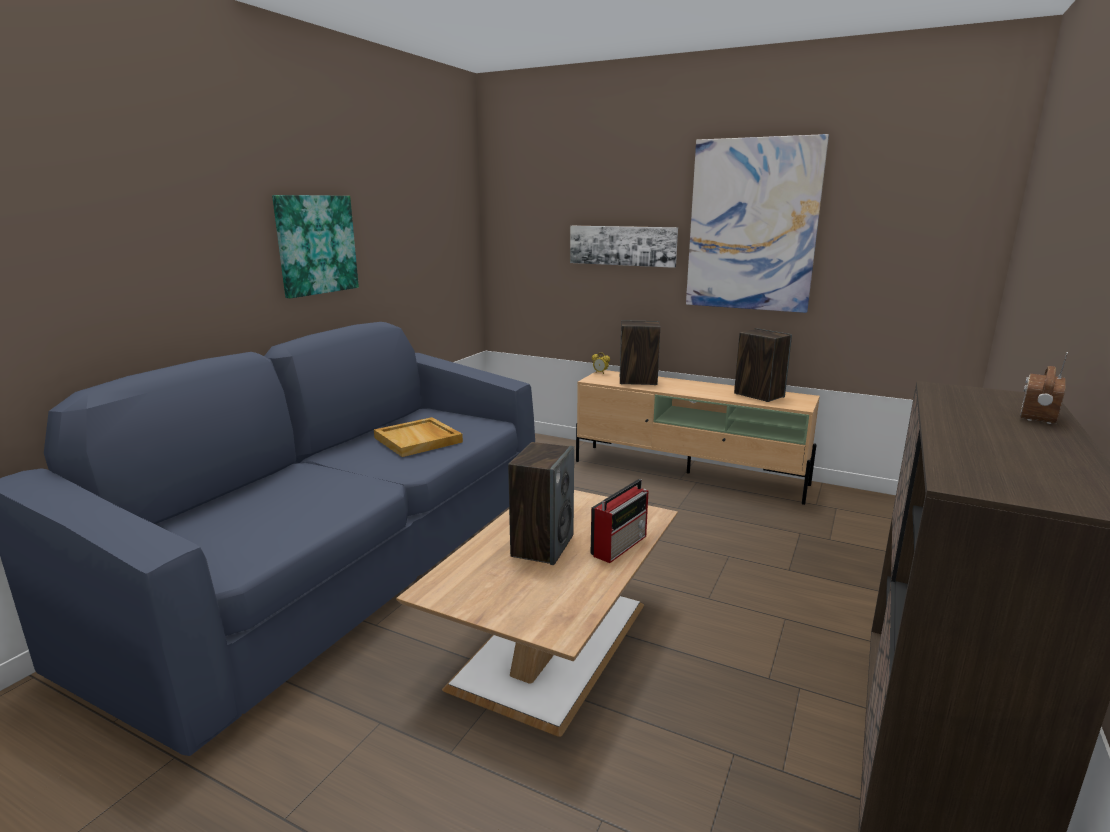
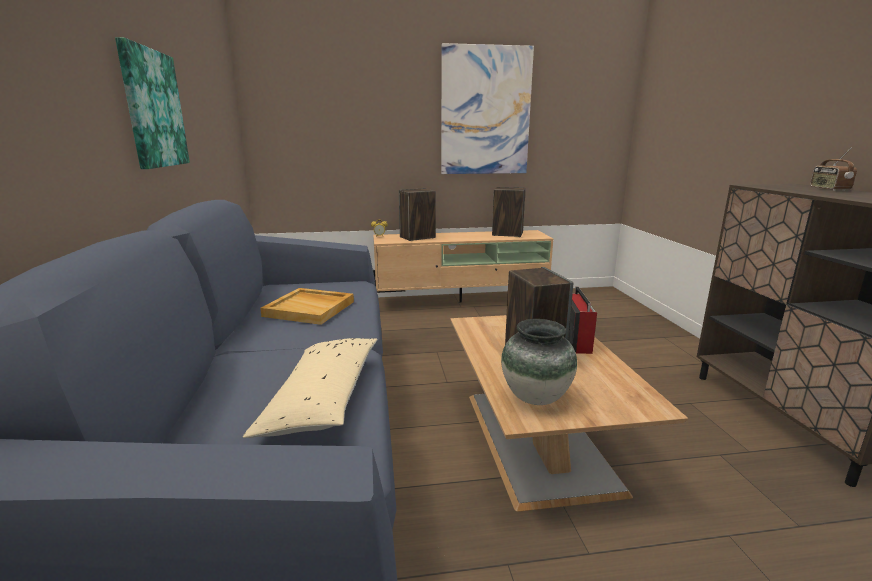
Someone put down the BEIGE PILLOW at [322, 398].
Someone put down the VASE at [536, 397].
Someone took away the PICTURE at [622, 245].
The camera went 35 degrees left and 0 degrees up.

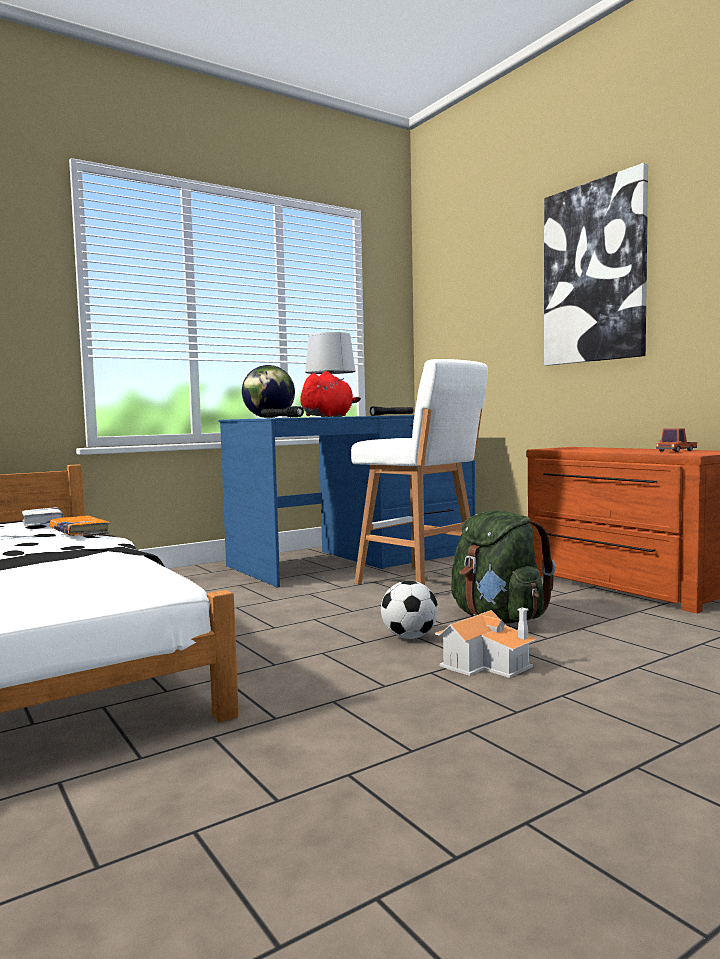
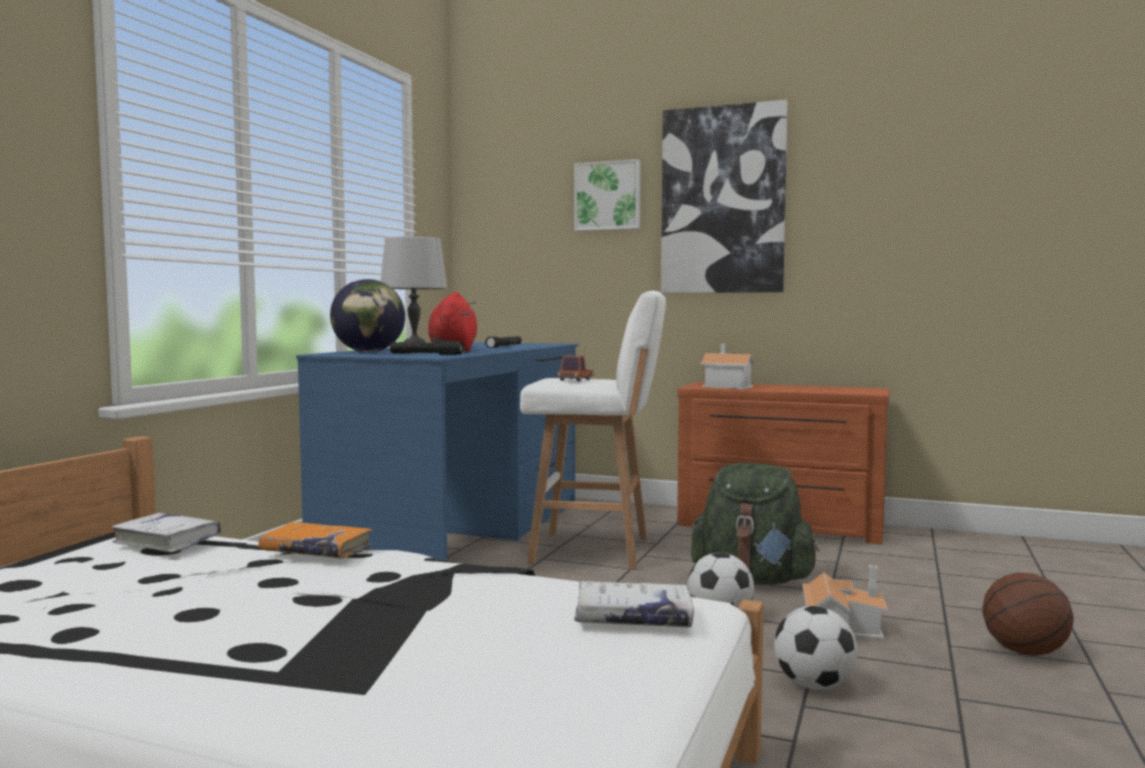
Someone carried the TOY TRUCK from [676, 451] to [575, 380].
Someone put up the PICTURE at [608, 196].
Someone put down the WHITE BOOK at [633, 618].
Someone put down the TOY HOUSE at [726, 386].
Someone put down the FOOTBALL at [814, 685].
Someone put down the BASKETBALL at [1024, 652].
The camera went 35 degrees left and 0 degrees up.

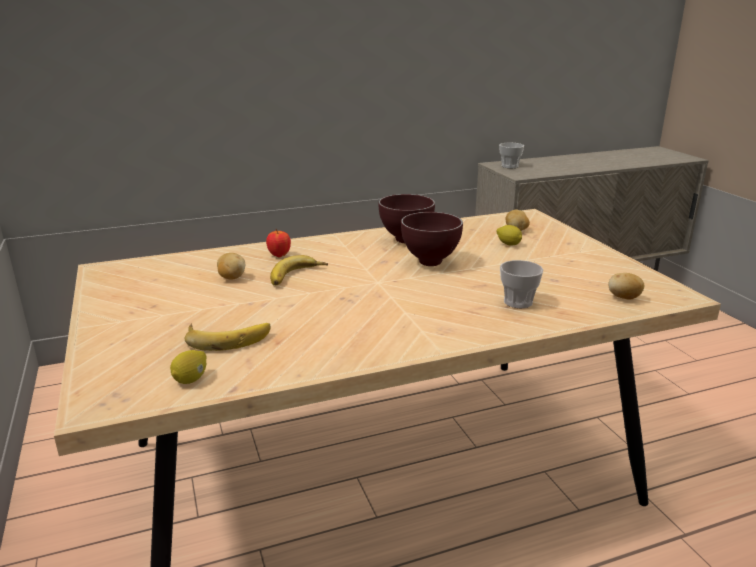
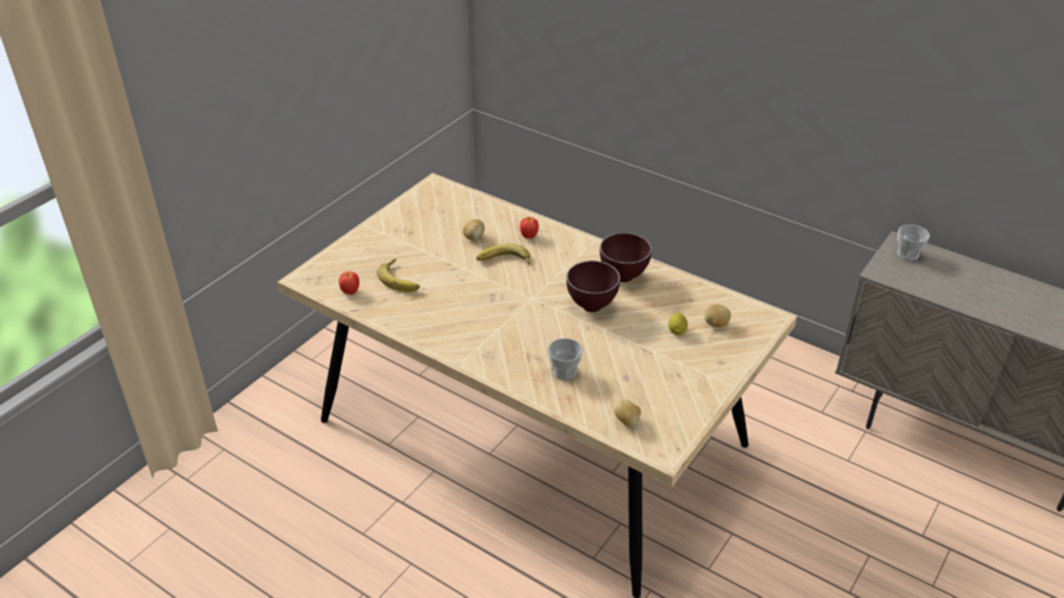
Someone swapped the LEMON at [191, 379] for the APPLE at [350, 292].
The camera went 55 degrees right and 15 degrees up.

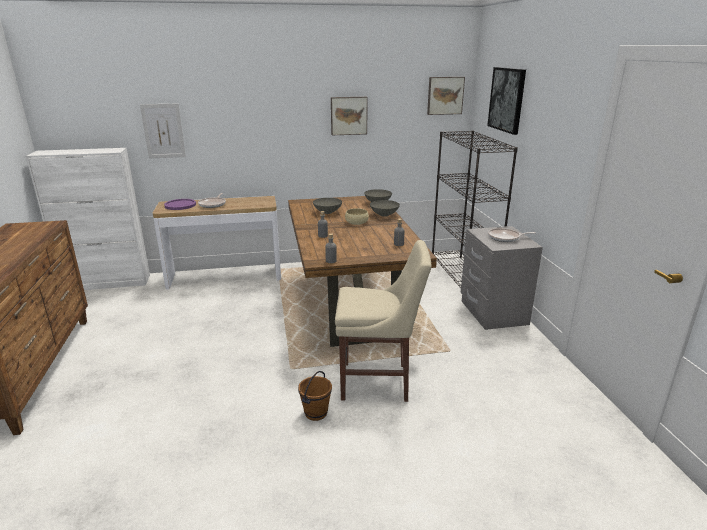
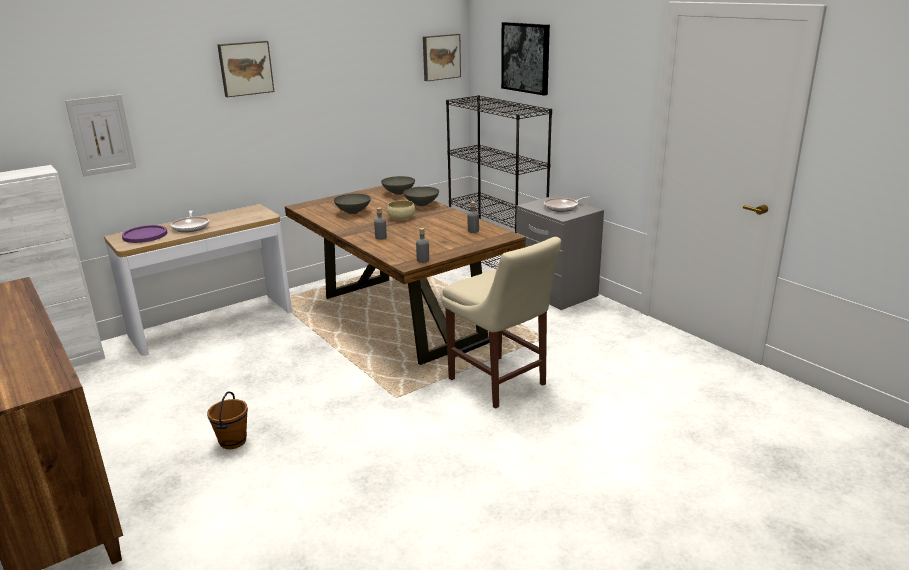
Someone carried the BROWN BUCKET from [316, 413] to [233, 441].
Someone carried the PICTURE from [348, 115] to [245, 68].
Someone rotated the BEIGE CHAIR at [379, 382] by 75 degrees clockwise.
The camera went 25 degrees left and 0 degrees up.

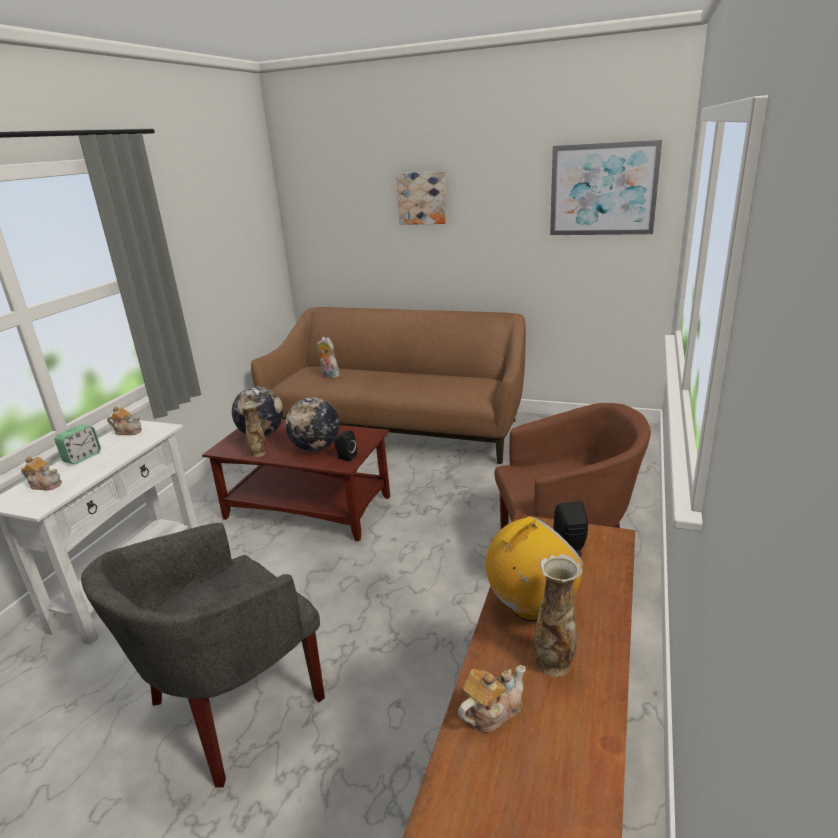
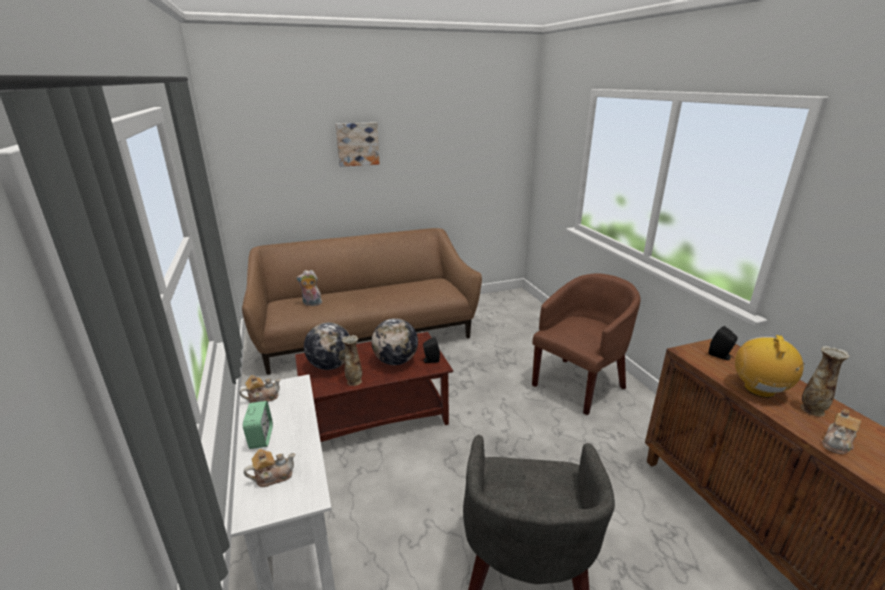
Someone rotated the TEAPOT at [492, 711] by 150 degrees counterclockwise.
Someone took away the PICTURE at [603, 189].
The camera went 40 degrees left and 0 degrees up.

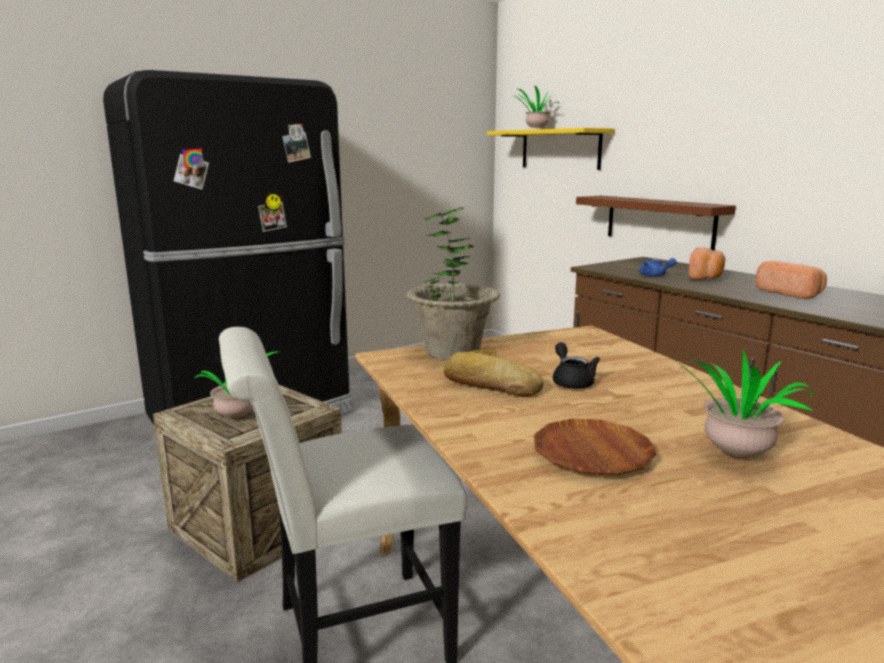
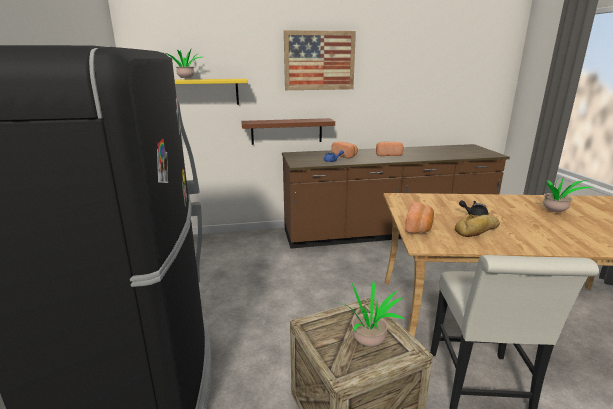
Someone put up the PICTURE at [319, 60].
Someone swapped the POTTED PLANT at [452, 352] for the BREAD at [419, 228].
Someone took away the BROWN PLATE at [592, 454].
The camera went 65 degrees left and 5 degrees up.

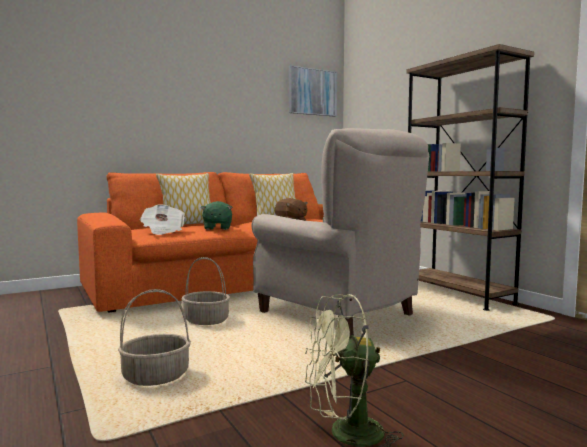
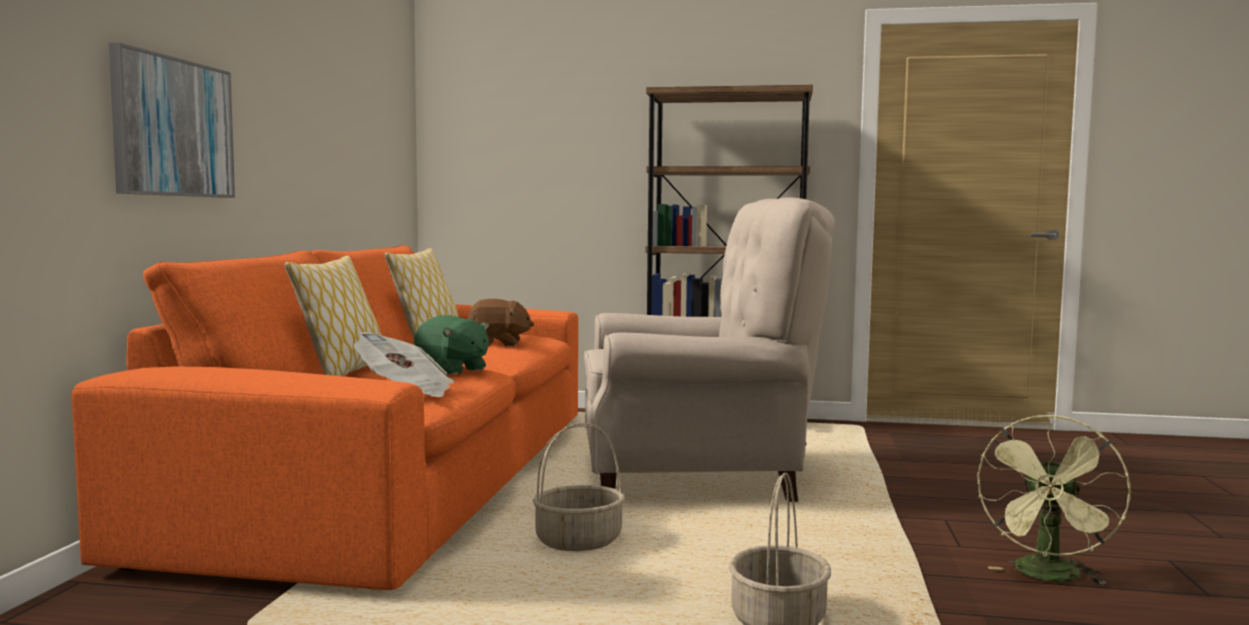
Someone carried the PICTURE from [312, 92] to [173, 127].
The camera went 50 degrees left and 0 degrees up.

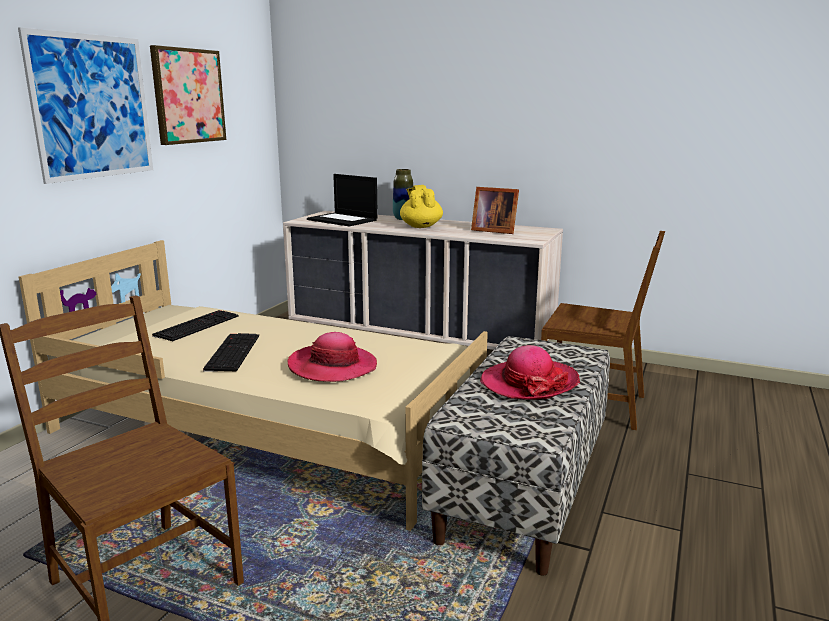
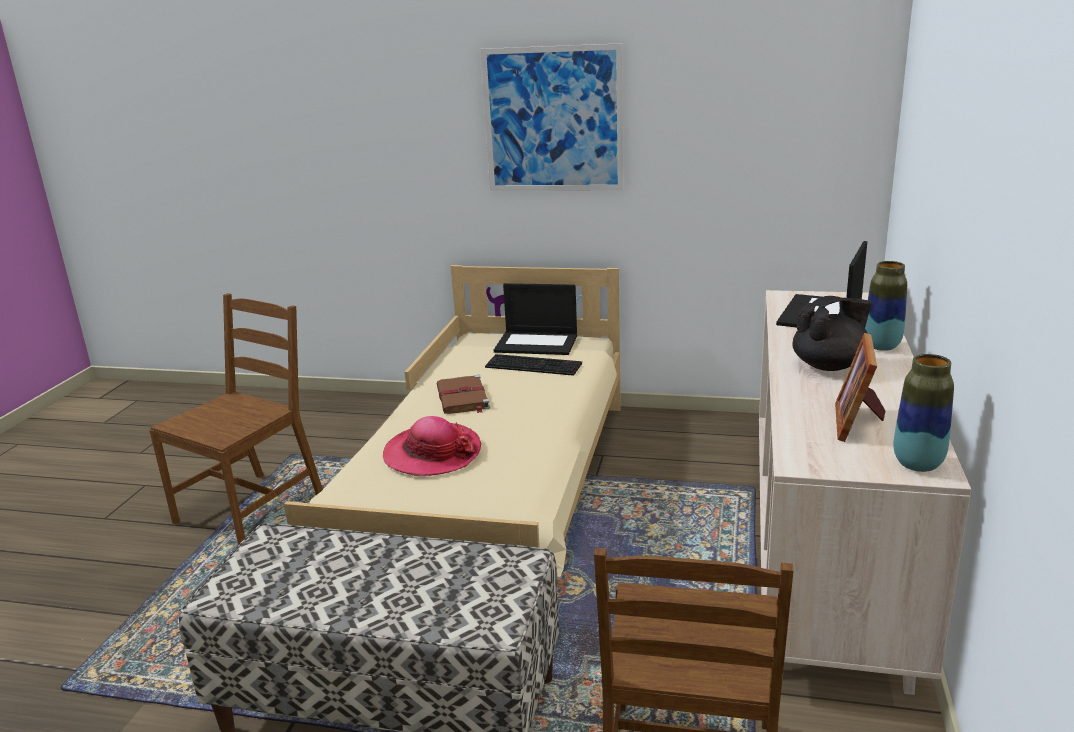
Someone swapped the KEYBOARD at [231, 352] for the BROWN BOOK at [463, 398].
Someone put down the LAPTOP at [537, 343].
Someone repainted the YELLOW TEAPOT at [421, 226], which became the BLACK TEAPOT at [830, 366].
Someone put down the VASE at [917, 464].
Someone took away the PICTURE at [188, 96].
Someone took away the HAT at [529, 383].
The camera went 80 degrees right and 5 degrees up.

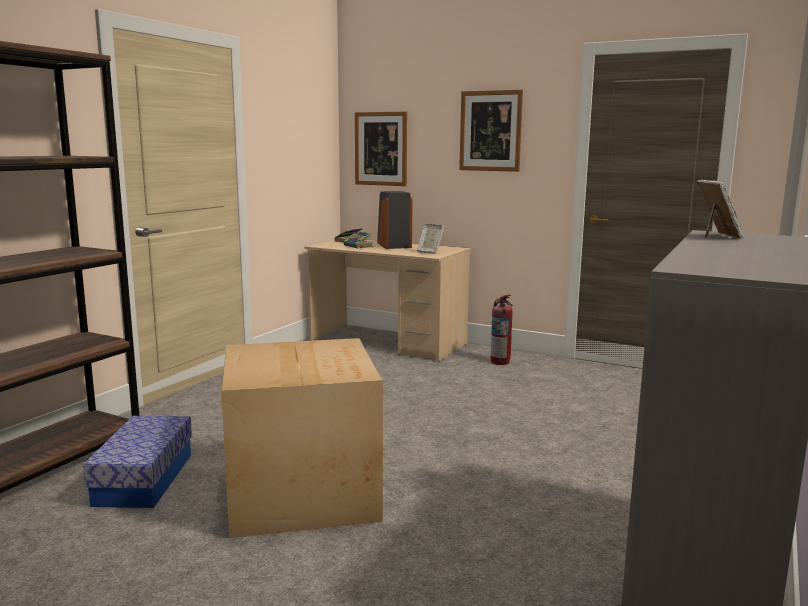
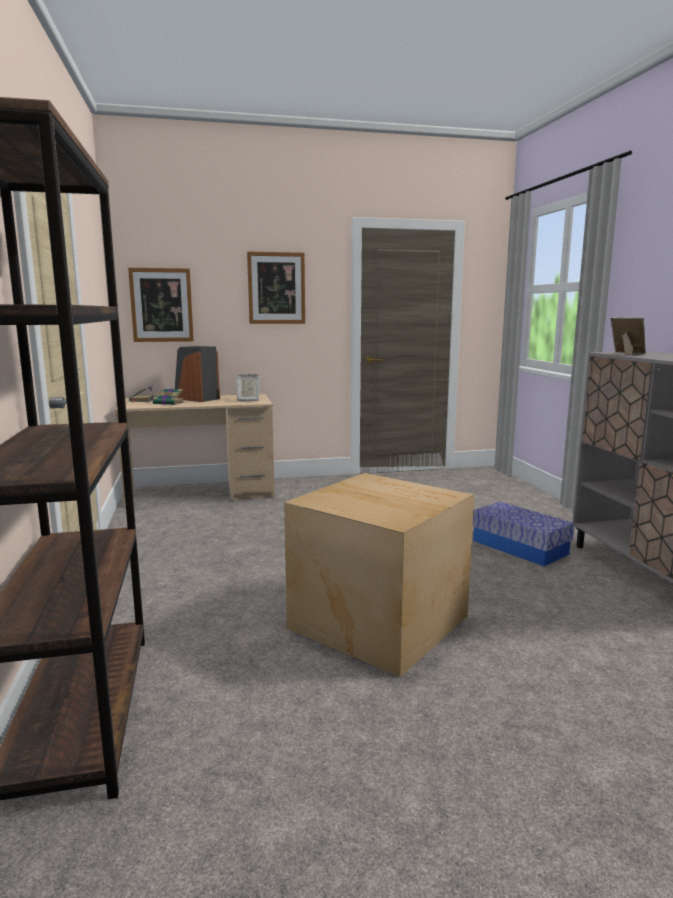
Someone carried the STORAGE BOX from [144, 479] to [520, 547].
Someone took away the FIRE EXTINGUISHER at [500, 362].
The camera went 40 degrees left and 0 degrees up.

